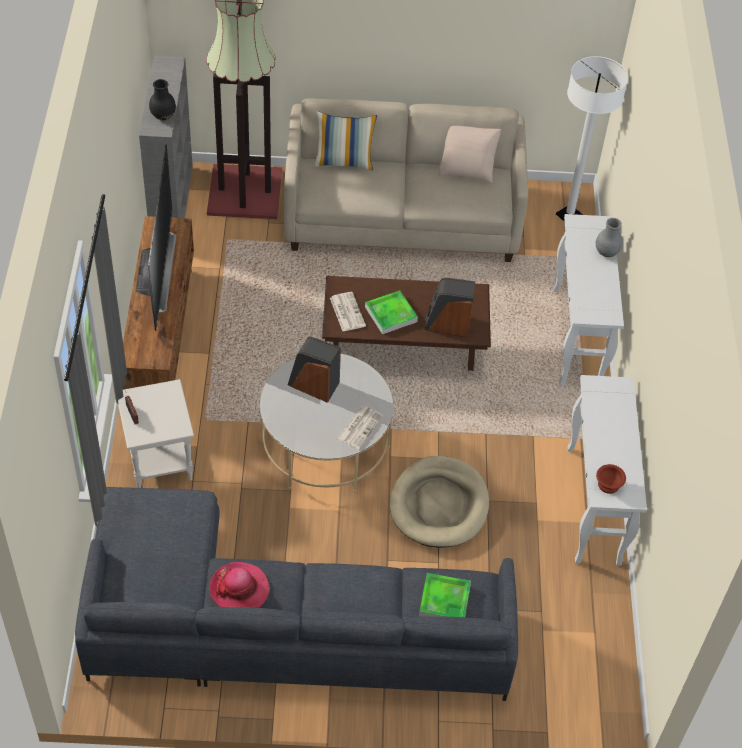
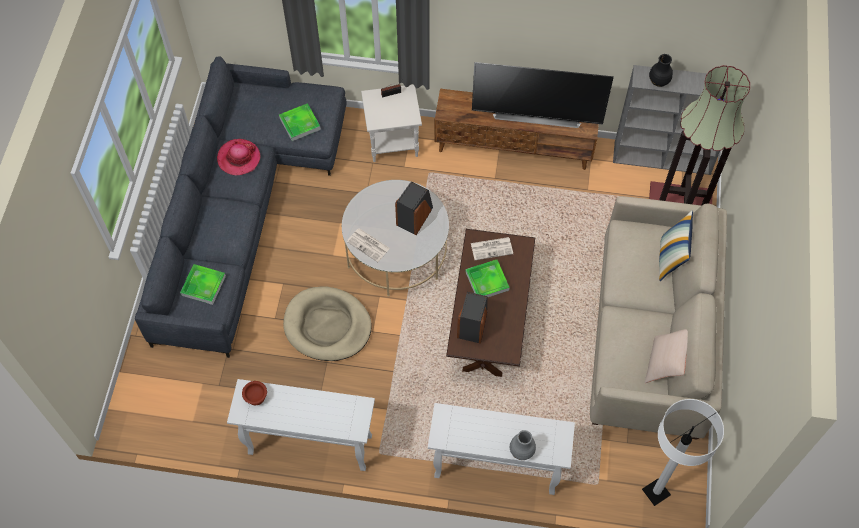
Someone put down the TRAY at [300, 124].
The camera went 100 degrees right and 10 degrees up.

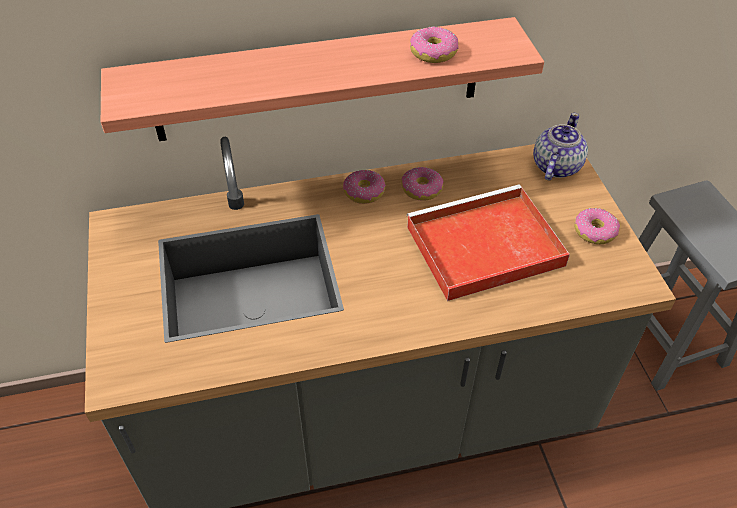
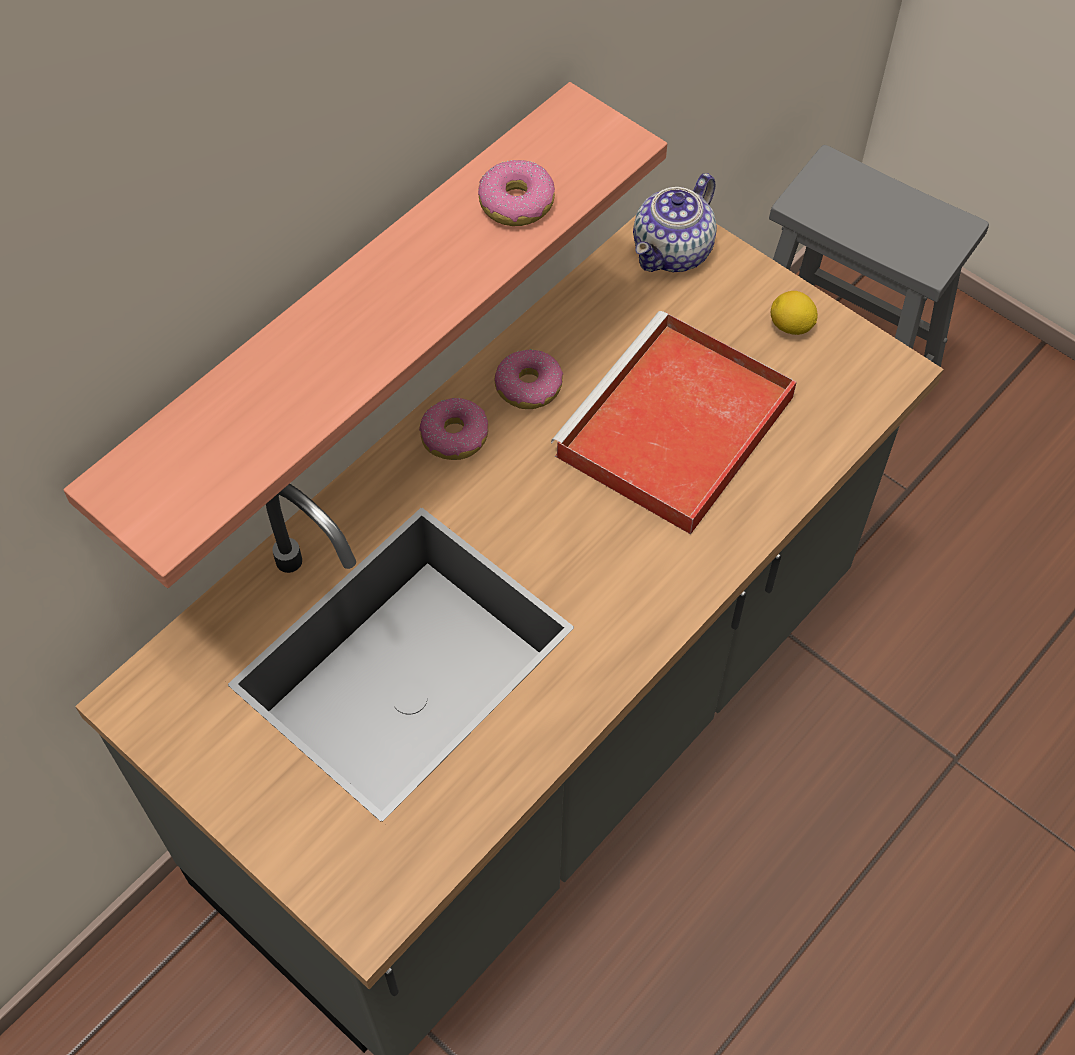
Someone rotated the TEAPOT at [555, 166] by 135 degrees counterclockwise.
Someone swapped the DONUT at [594, 232] for the LEMON at [791, 327].
The camera went 35 degrees left and 10 degrees up.

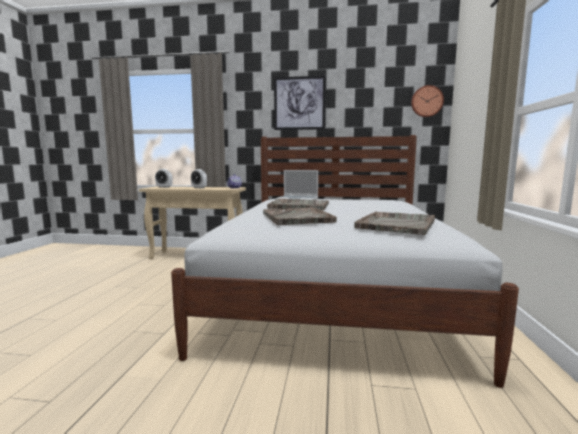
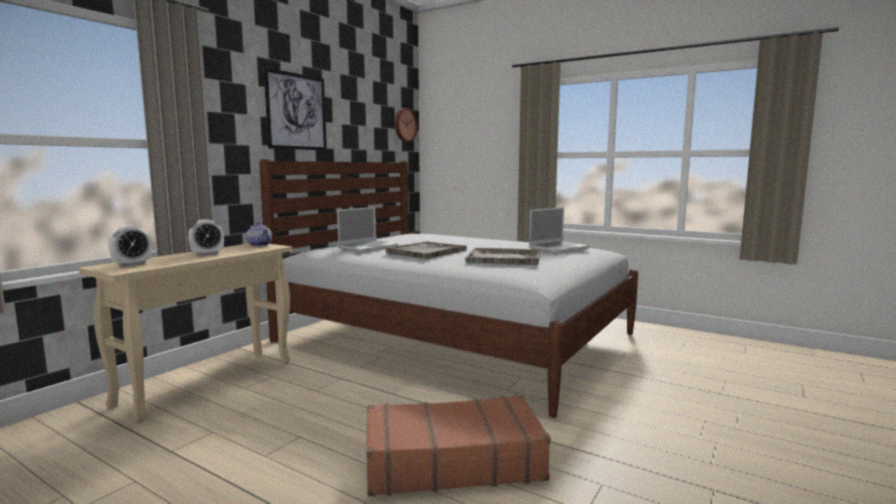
Someone put down the BROWN SUITCASE at [452, 461].
Someone swapped the GREY TRAY at [396, 224] for the LAPTOP at [558, 248].
The camera went 65 degrees left and 0 degrees up.

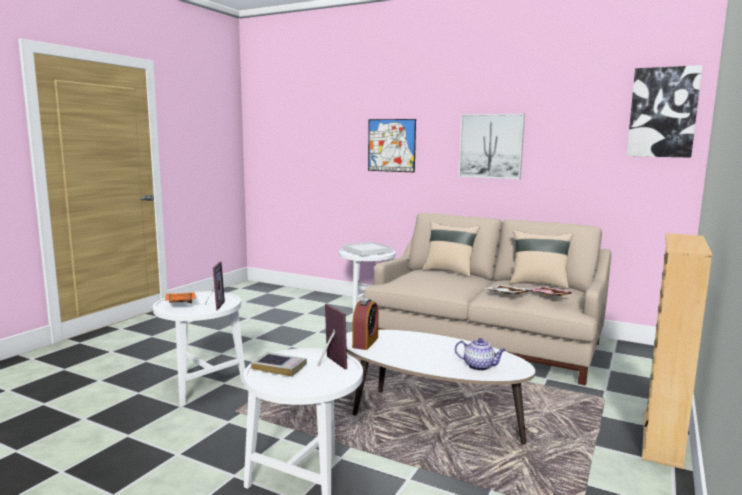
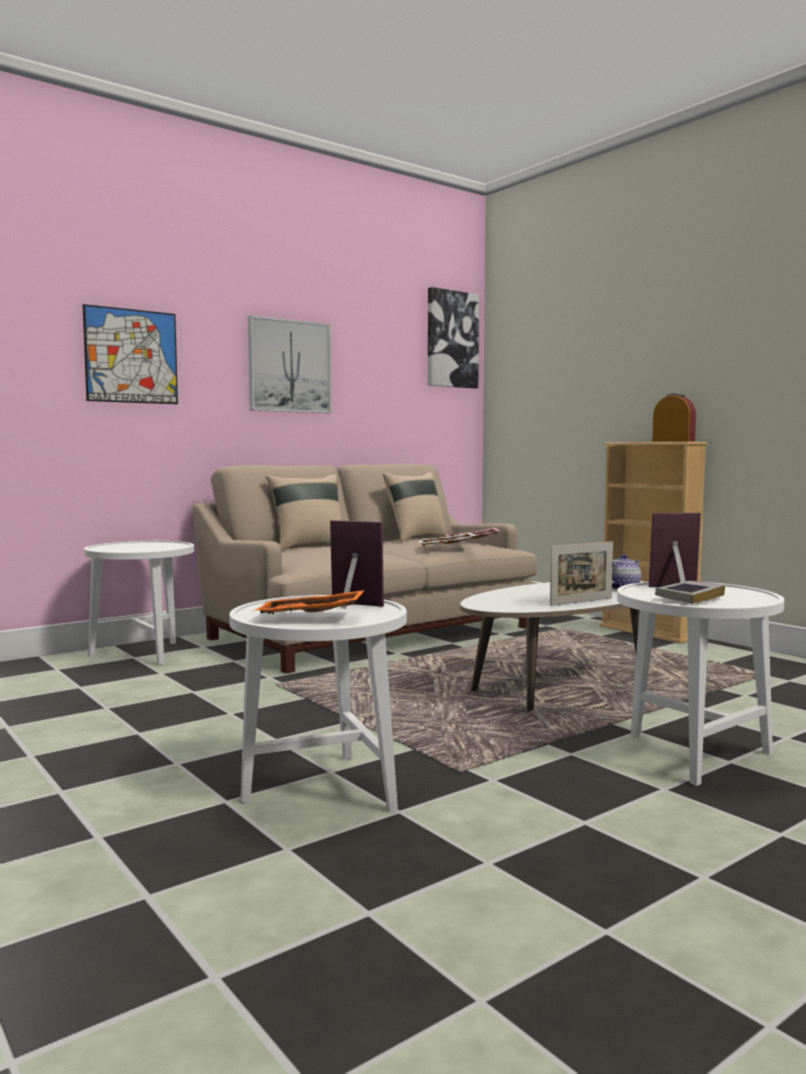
Someone put down the PICTURE FRAME at [581, 601].
Someone carried the ALARM CLOCK from [365, 342] to [673, 441].
Someone took away the WHITE TRAY at [367, 251].
The camera went 65 degrees left and 5 degrees down.

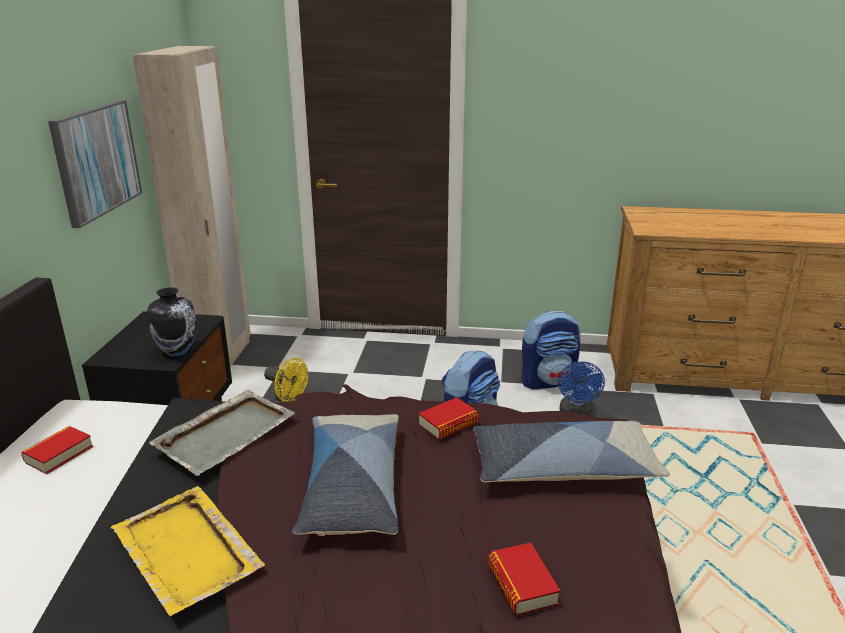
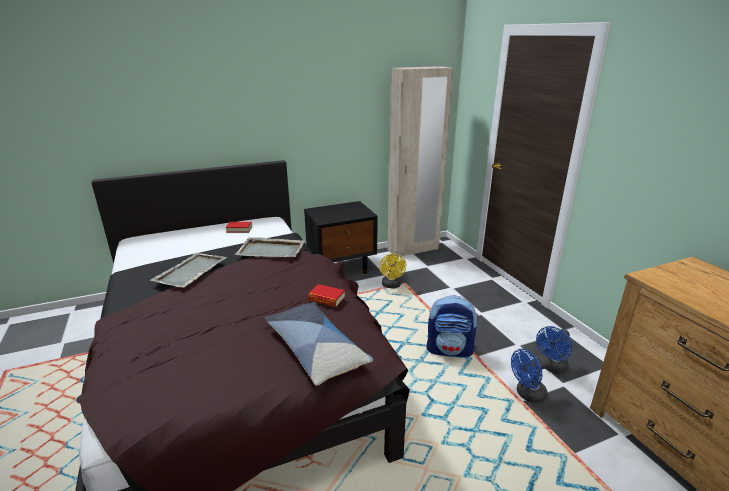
Someone repainted the YELLOW TRAY at [186, 552], which became the GREY TRAY at [190, 272].
Someone swapped the BACKPACK at [548, 381] for the BLUE FAN at [551, 367].
Someone took away the PICTURE at [96, 160].
Someone took away the VASE at [178, 351].
Someone took away the PILLOW at [351, 486].
Someone took away the BOOK at [522, 584].
The camera went 60 degrees right and 0 degrees up.

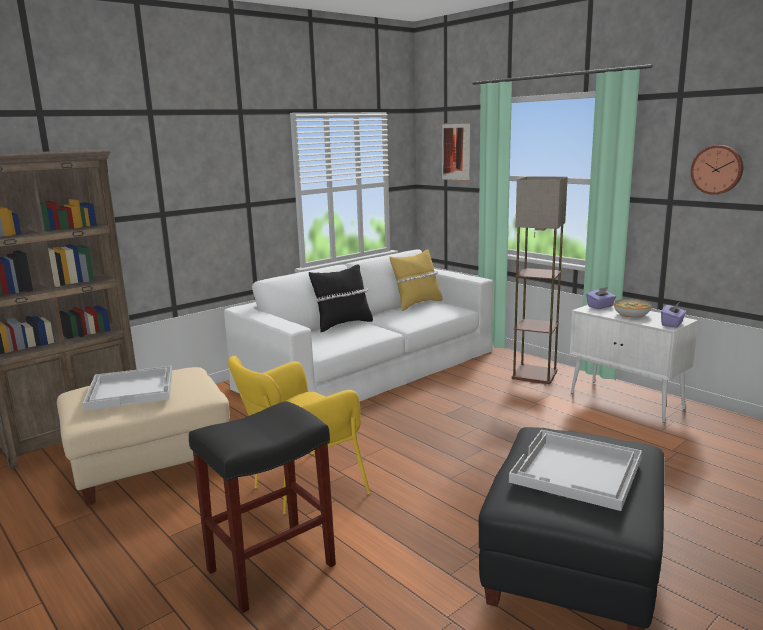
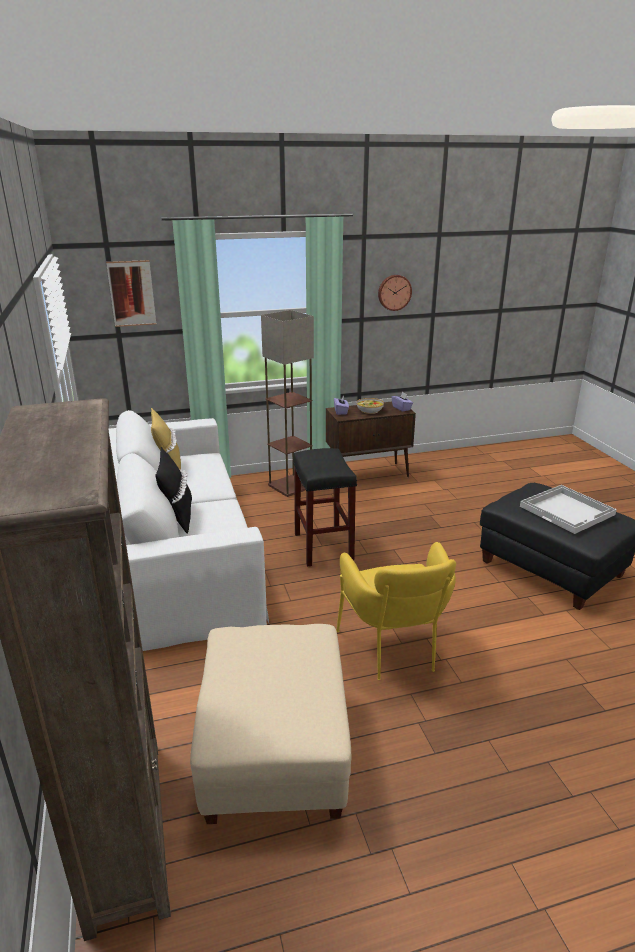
Someone carried the BLACK STOOL from [272, 566] to [322, 546].
Someone repainted the WHITE CABINET at [627, 401], which became the BROWN CABINET at [368, 474].
Someone took away the WHITE TRAY at [132, 389].
The camera went 65 degrees left and 10 degrees up.

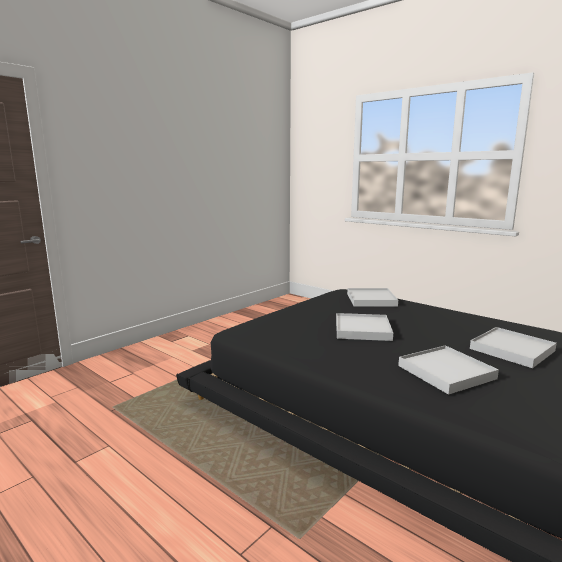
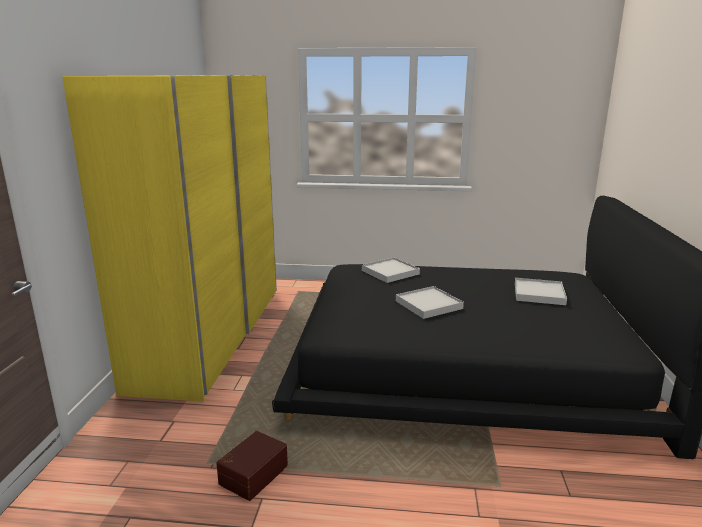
Someone put down the YELLOW WARDROBE at [210, 335].
Someone put down the BROWN STORAGE BOX at [252, 474].
Someone took away the WHITE TRAY at [446, 372].
The camera went 35 degrees left and 5 degrees up.

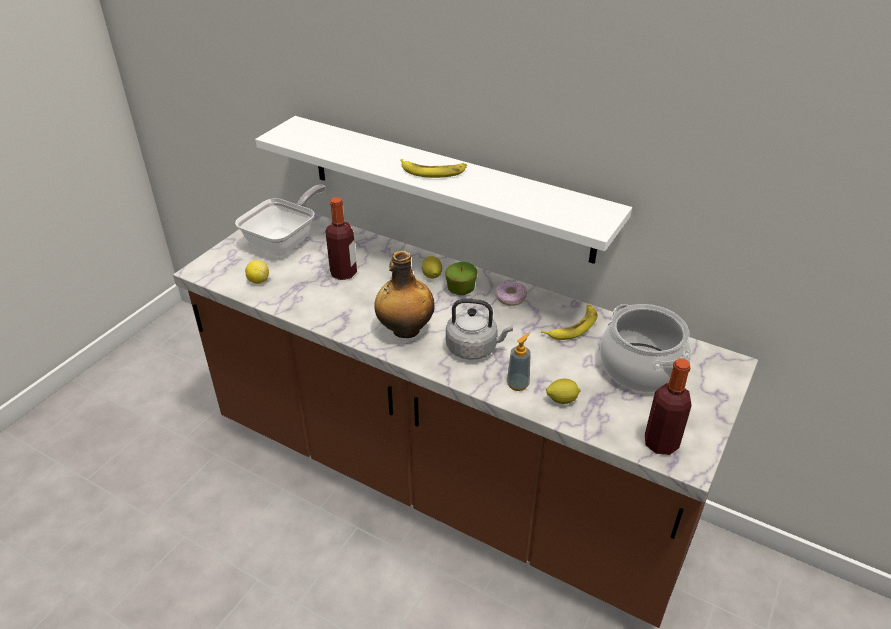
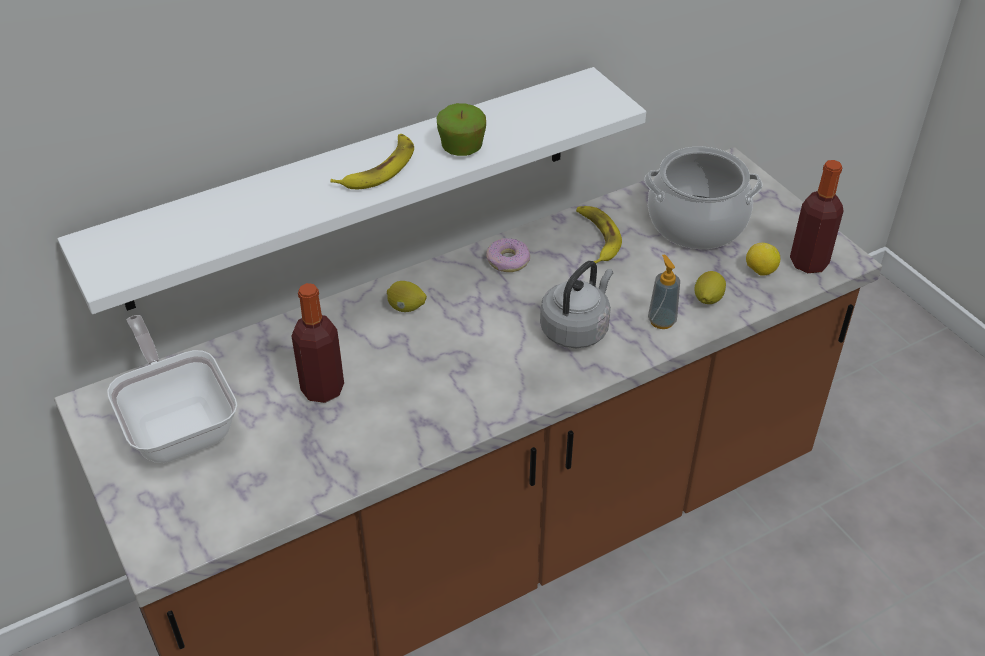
Someone carried the APPLE from [461, 290] to [462, 148].
Someone carried the LEMON from [258, 280] to [760, 271].
Someone took away the BOTTLE at [405, 330].
The camera went 60 degrees left and 5 degrees up.

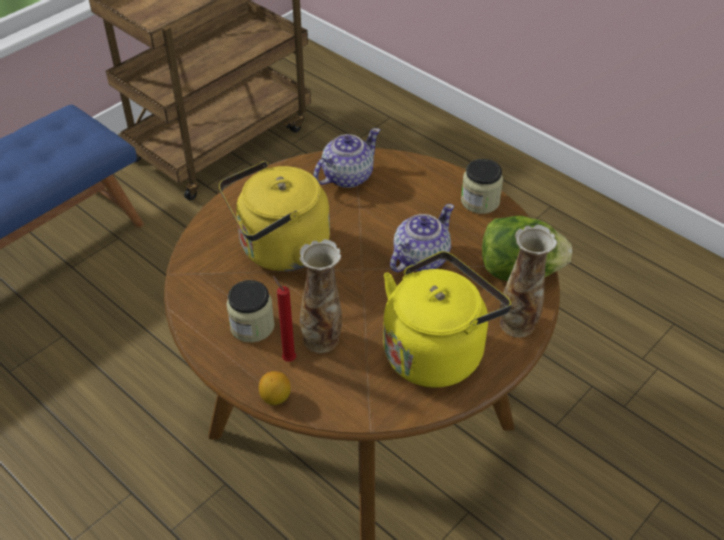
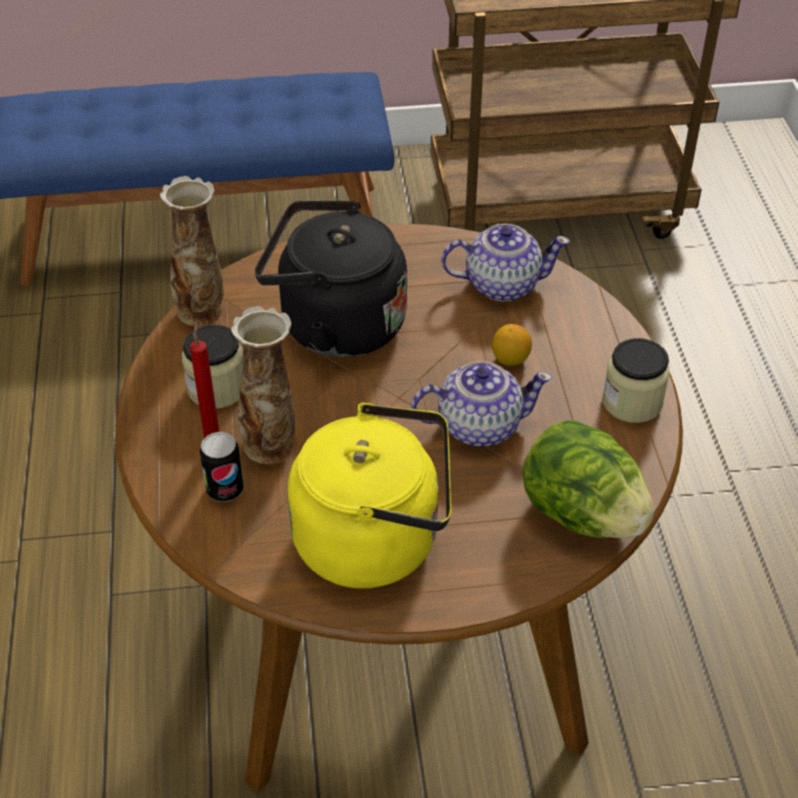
Someone carried the VASE from [518, 323] to [201, 311].
Someone put down the CAN at [225, 490].
Someone repainted the YELLOW KETTLE at [279, 250], which became the BLACK KETTLE at [334, 325].
Someone carried the LEMON from [275, 398] to [510, 359].
The camera went 40 degrees right and 0 degrees up.

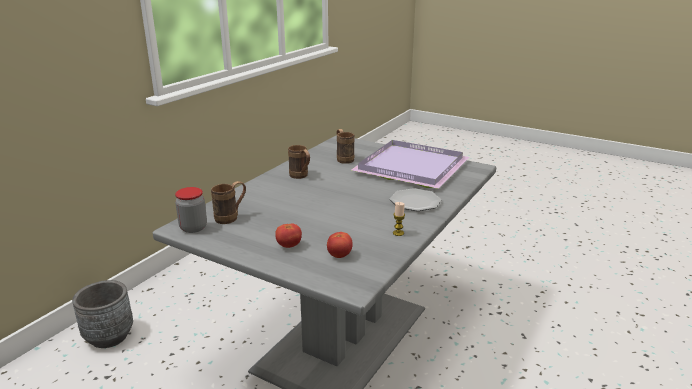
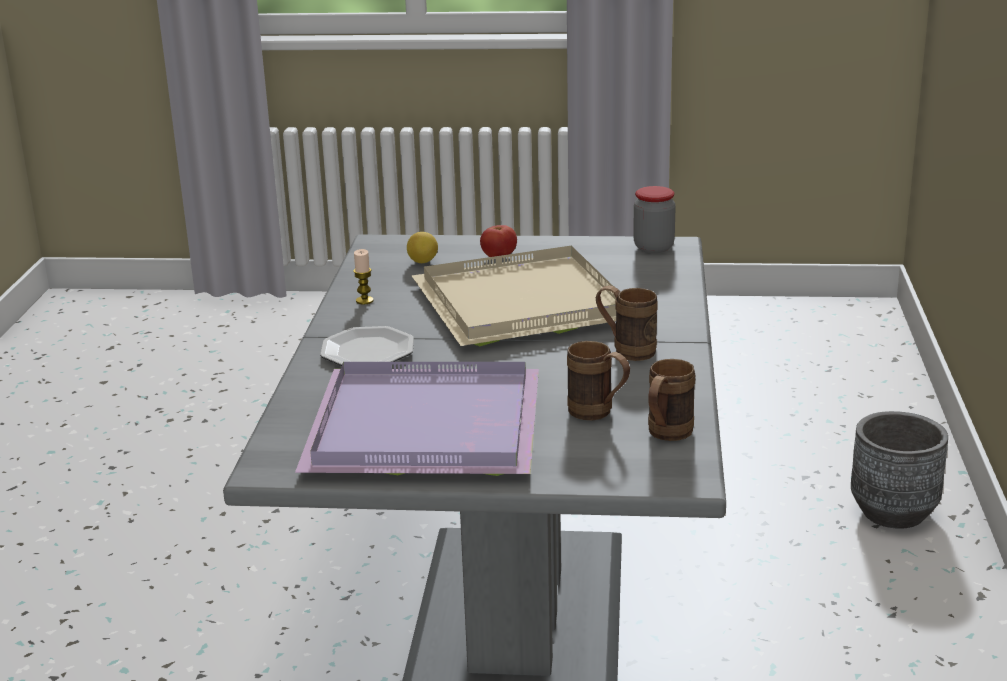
Someone swapped the TOMATO at [339, 255] for the LEMON at [423, 262].
Someone put down the BEIGE TRAY at [525, 301].
Someone carried the BROWN MUG from [231, 217] to [665, 435].
The camera went 155 degrees right and 0 degrees up.

